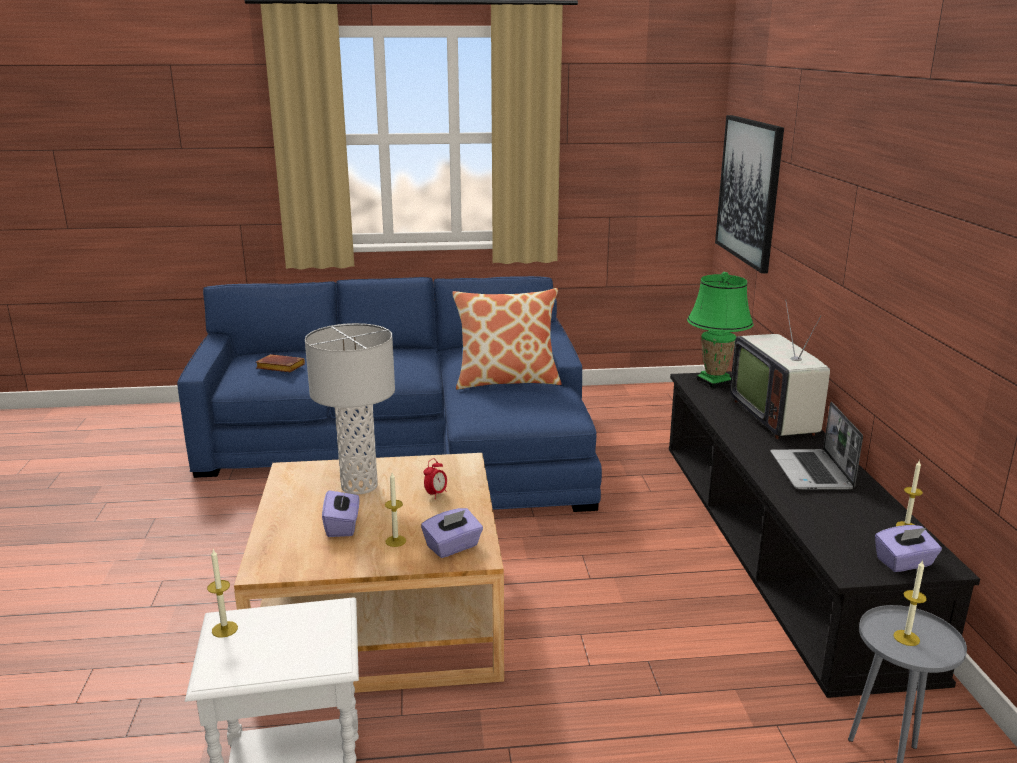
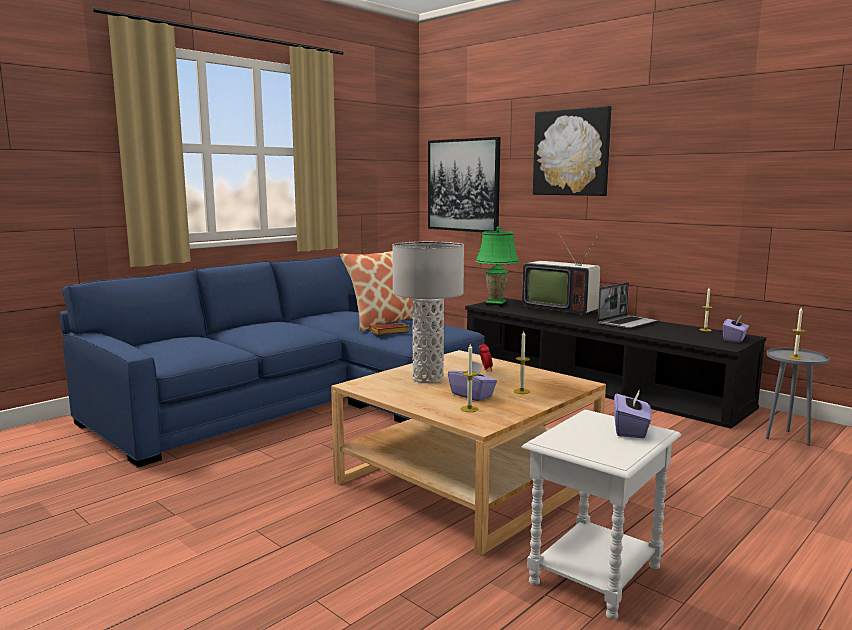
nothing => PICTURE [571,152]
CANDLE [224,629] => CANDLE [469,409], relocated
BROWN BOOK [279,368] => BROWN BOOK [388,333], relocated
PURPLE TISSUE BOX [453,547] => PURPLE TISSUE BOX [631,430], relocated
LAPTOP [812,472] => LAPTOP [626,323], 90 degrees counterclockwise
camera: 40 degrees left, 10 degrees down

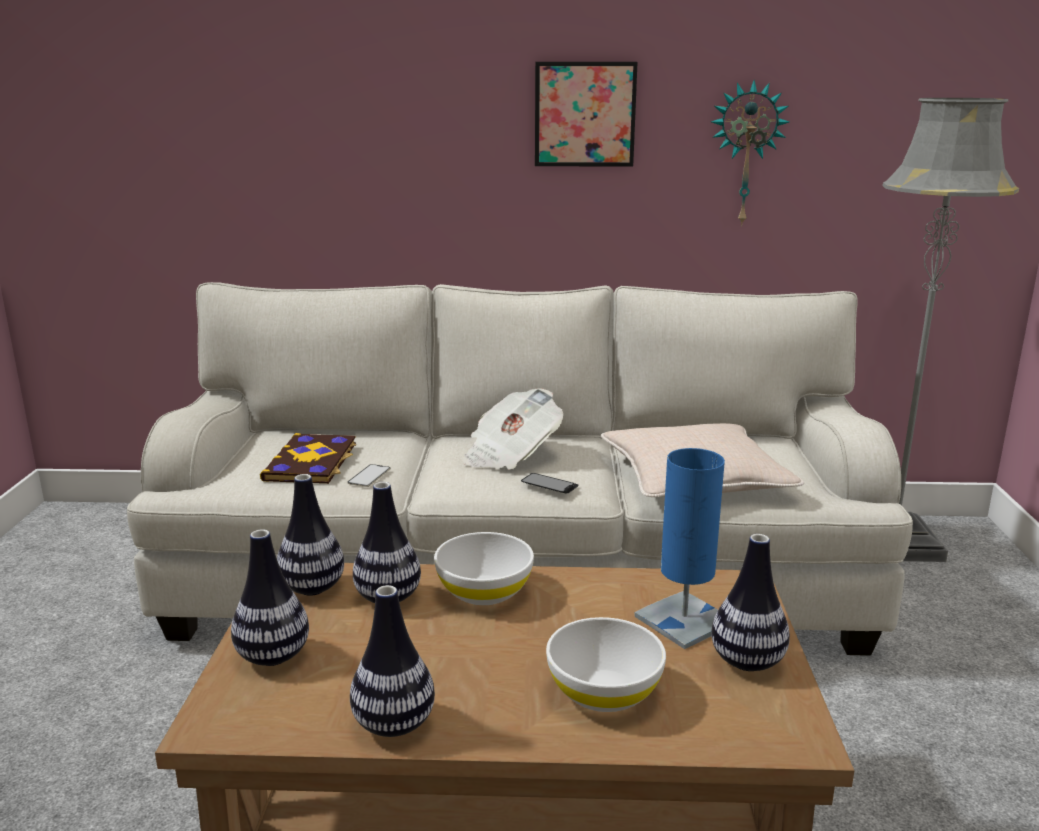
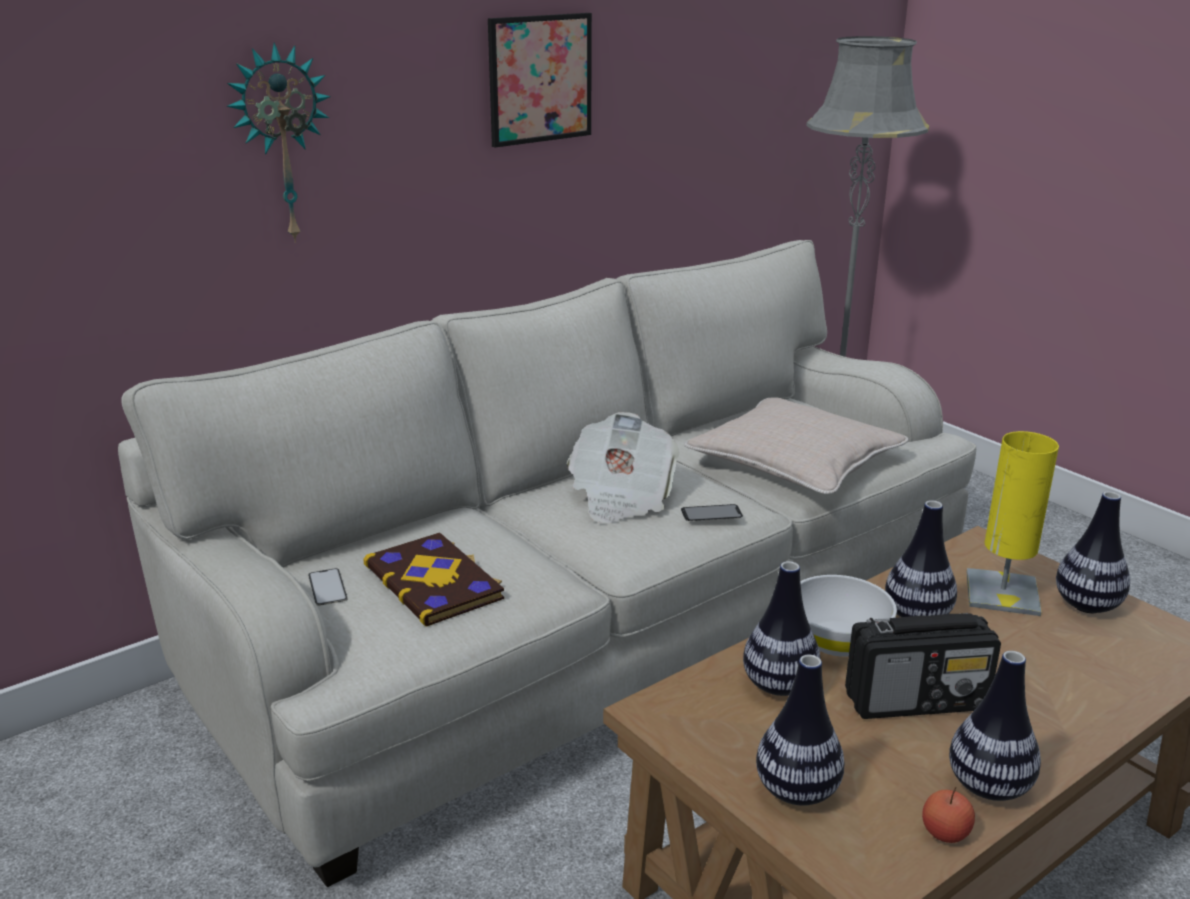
WHITE BOWL [604,692] => nothing
nothing => RADIO [917,701]
nothing => APPLE [945,833]
VASE [312,588] => VASE [916,616], relocated
PHONE [369,476] => PHONE [327,587], relocated
WALL CLOCK [746,154] => WALL CLOCK [281,144], relocated
BLUE TABLE LAMP [684,620] => YELLOW TABLE LAMP [1002,593]
camera: 40 degrees left, 5 degrees up

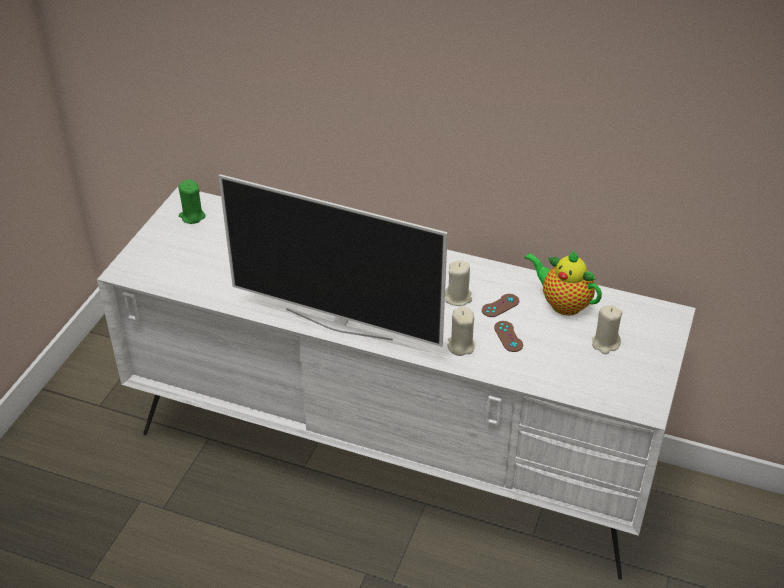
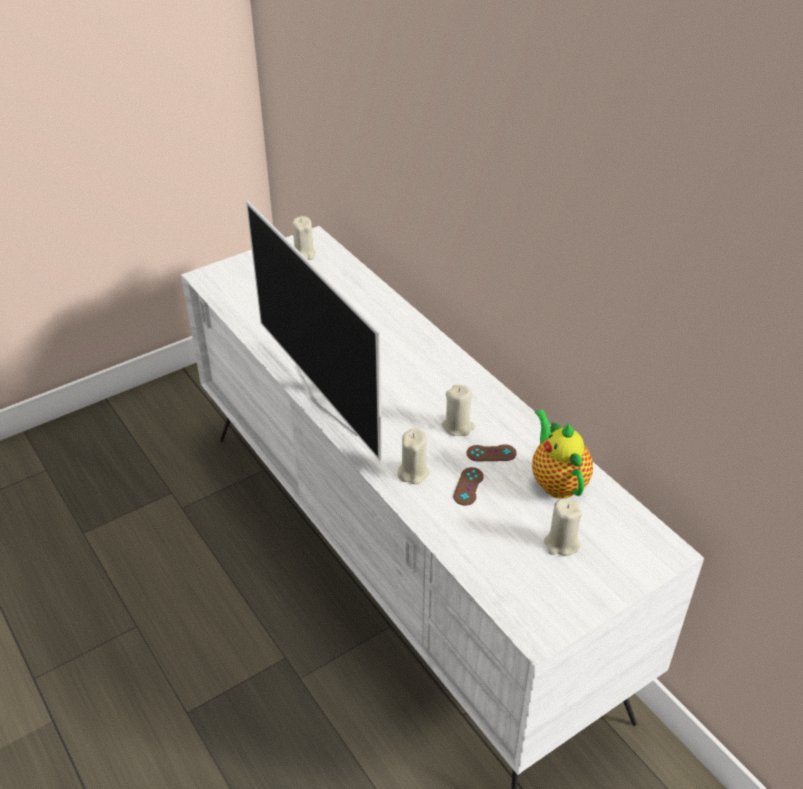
GREEN CANDLE [192,216] => BEIGE CANDLE [303,254]
camera: 35 degrees right, 0 degrees up

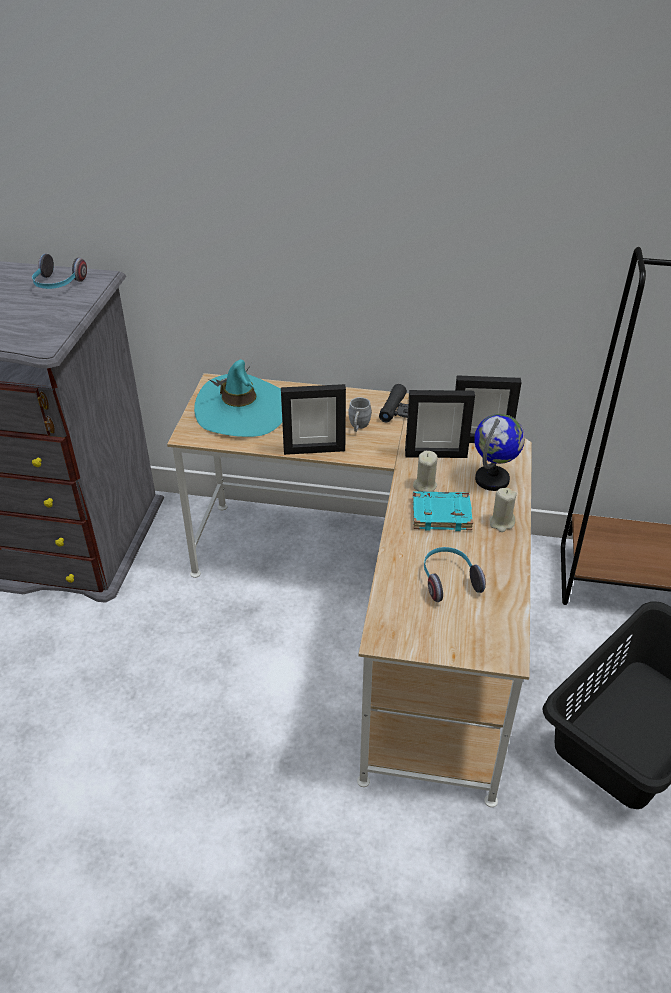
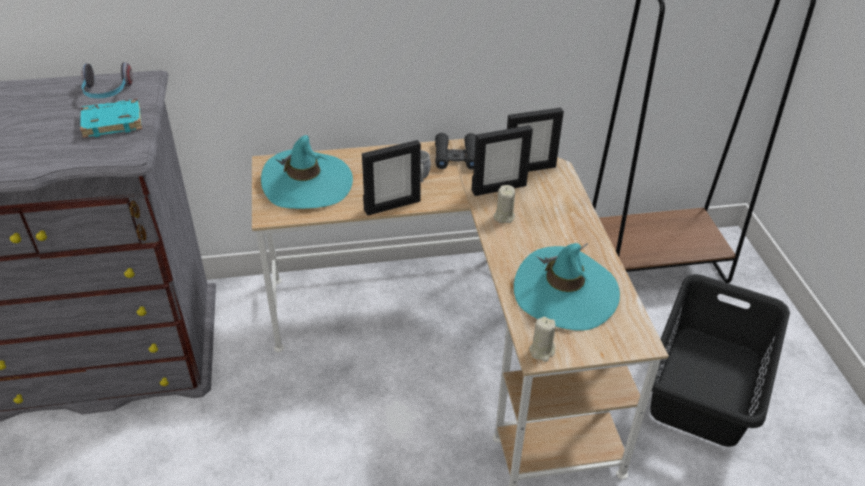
GLOBE [492,479] => nothing
TURQUOISE BOOK [442,514] => TURQUOISE BOOK [113,122], relocated
BEIGE CANDLE [501,523] => BEIGE CANDLE [542,351], relocated
HEADPHONES [448,580] => TURQUOISE HAT [565,293]
camera: 20 degrees left, 0 degrees up

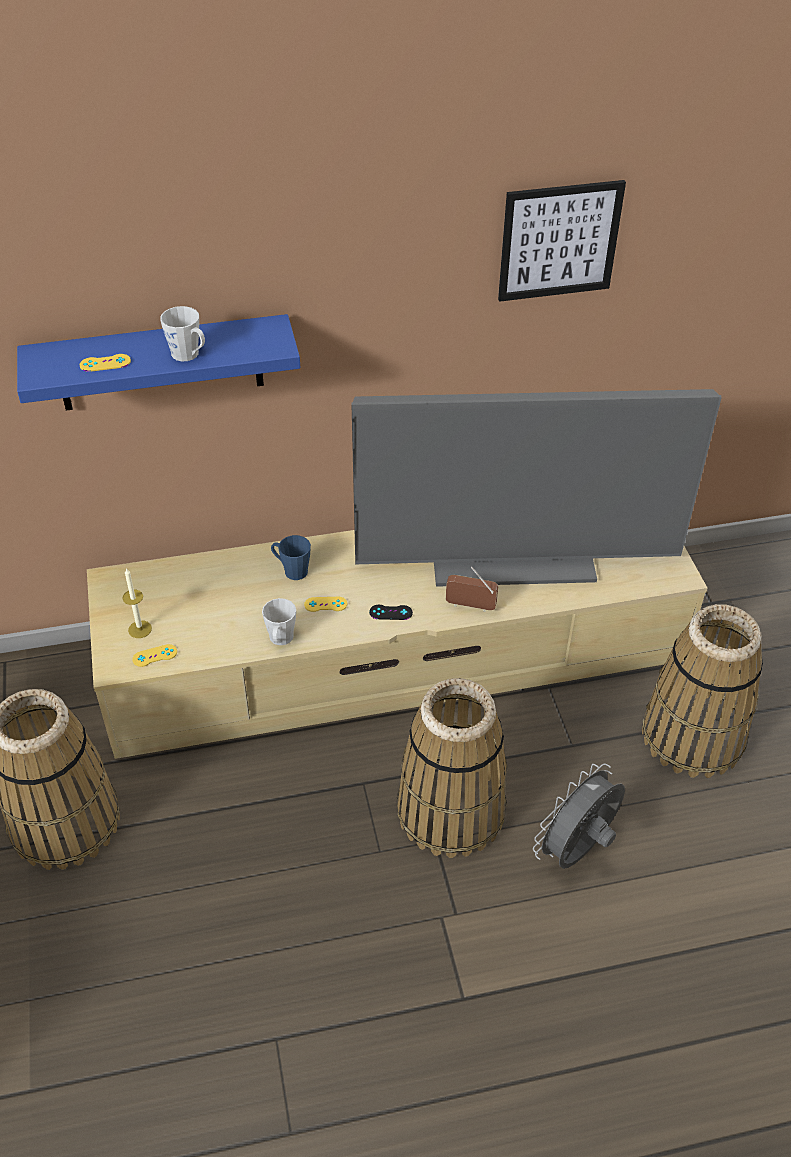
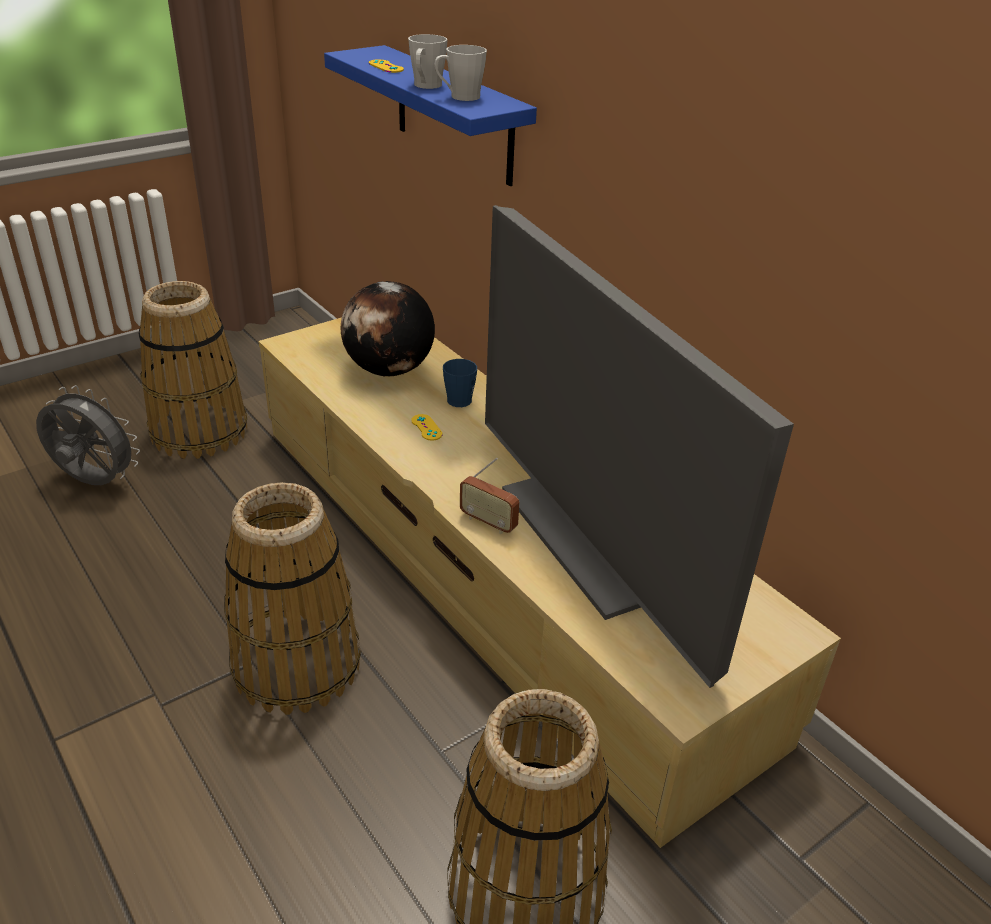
CANDLE [140,629] => nothing
YELLOW GAME CONTROLLER [155,655] => nothing
BLACK GAME CONTROLLER [390,612] => nothing
PICTURE [559,241] => nothing
nothing => GLOBE [389,370]
GREY MUG [280,640] => GREY MUG [459,97], relocated
GREY FAN [577,851] => GREY FAN [94,483], relocated
RADIO [470,606] => RADIO [488,522], 135 degrees clockwise
camera: 65 degrees right, 10 degrees down

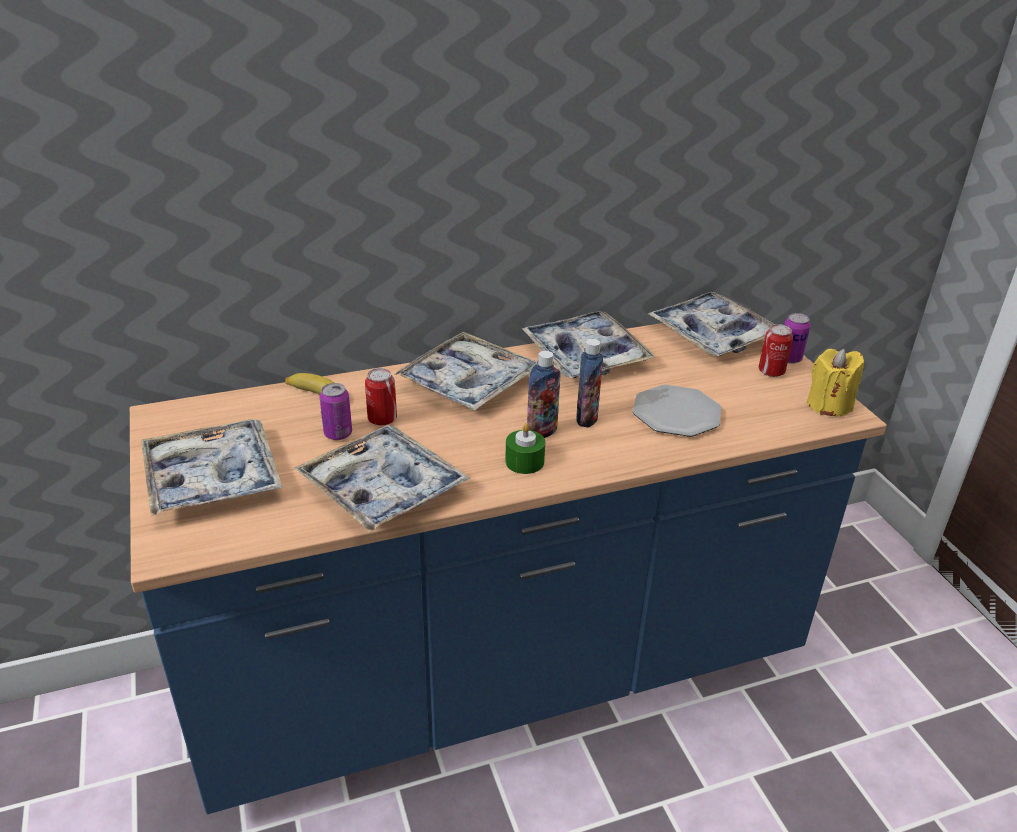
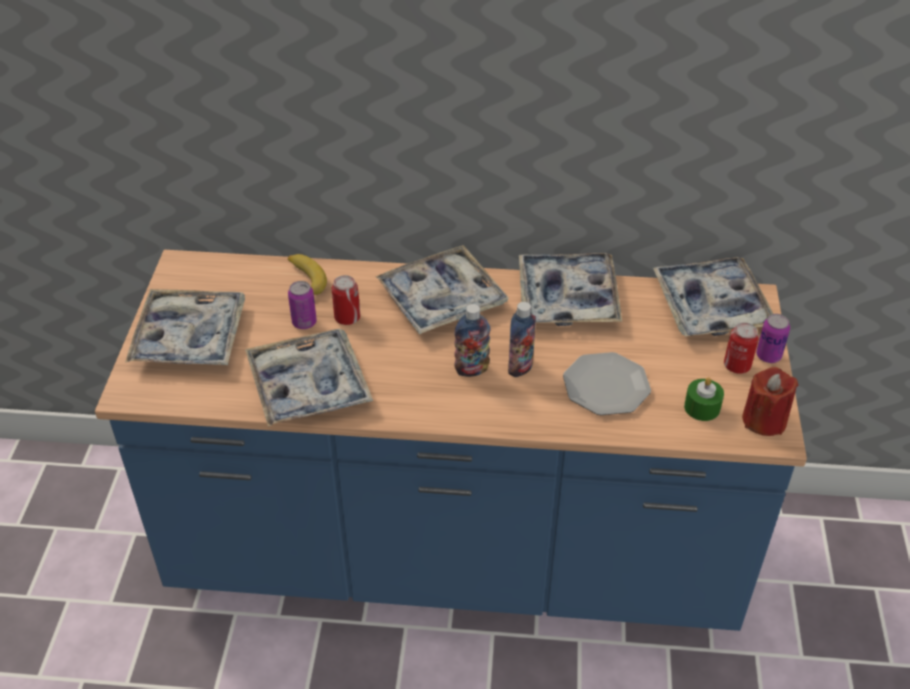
GREEN CANDLE [524,462] => GREEN CANDLE [702,407], relocated
YELLOW CANDLE [829,405] => RED CANDLE [764,420]
camera: 25 degrees right, 10 degrees up

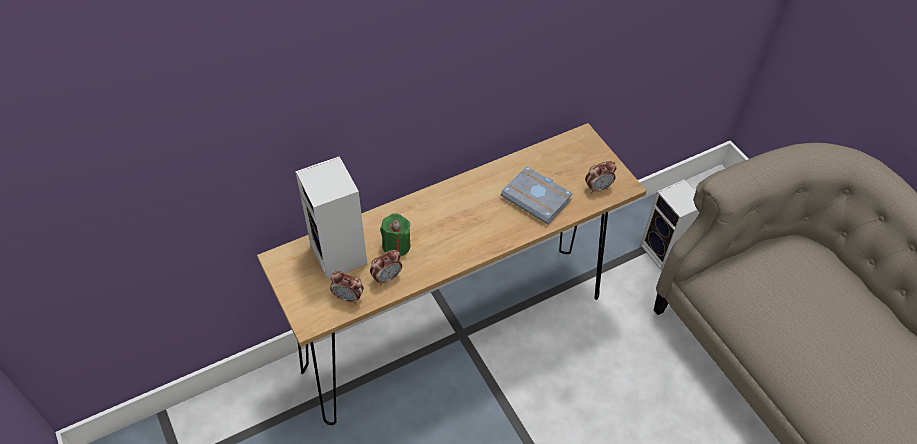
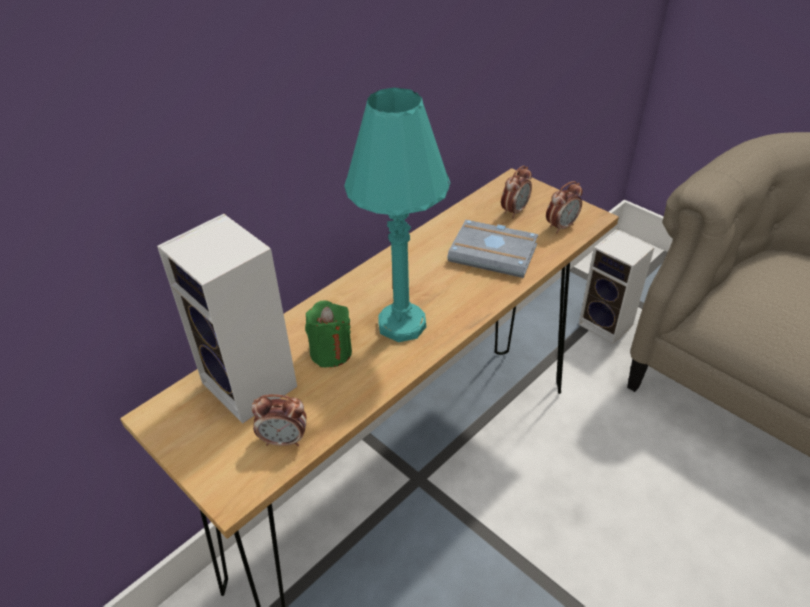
nothing => TURQUOISE TABLE LAMP [401,324]
ALARM CLOCK [387,278] => ALARM CLOCK [514,211], relocated
camera: 15 degrees left, 10 degrees down

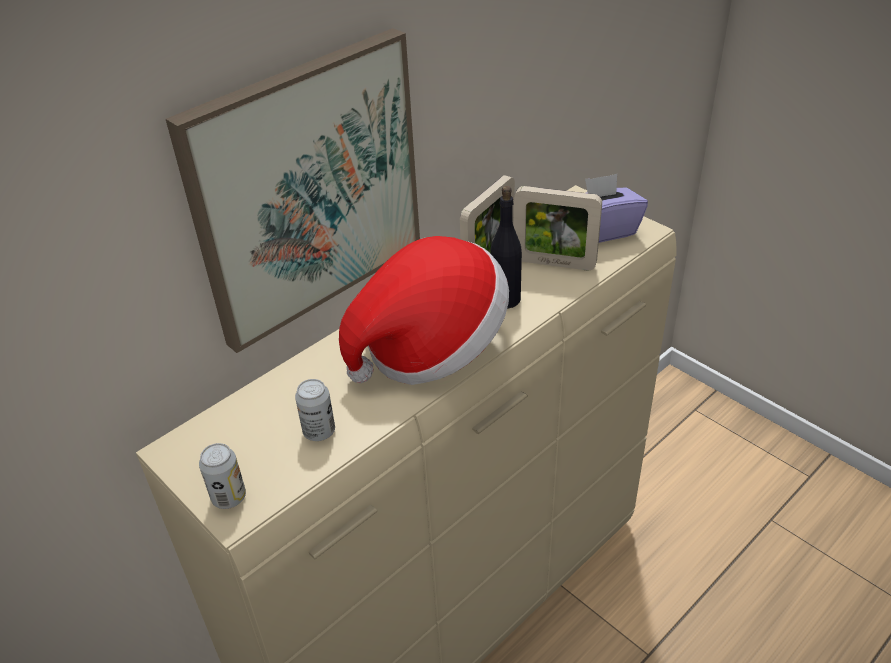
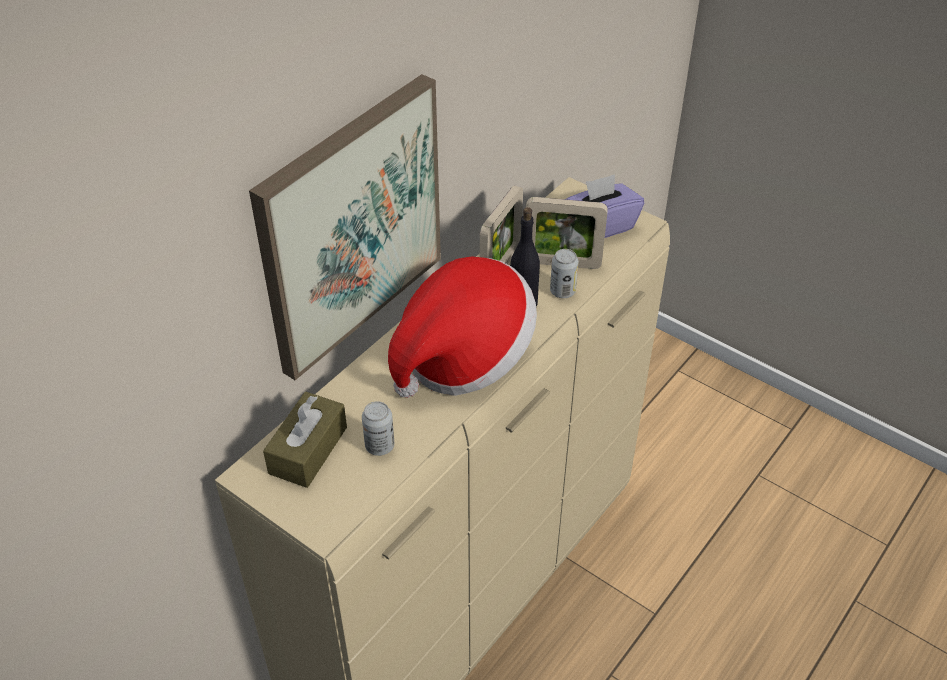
nothing => BROWN TISSUE BOX [308,450]
CAN [229,497] => CAN [562,291], relocated
camera: 10 degrees left, 5 degrees up

